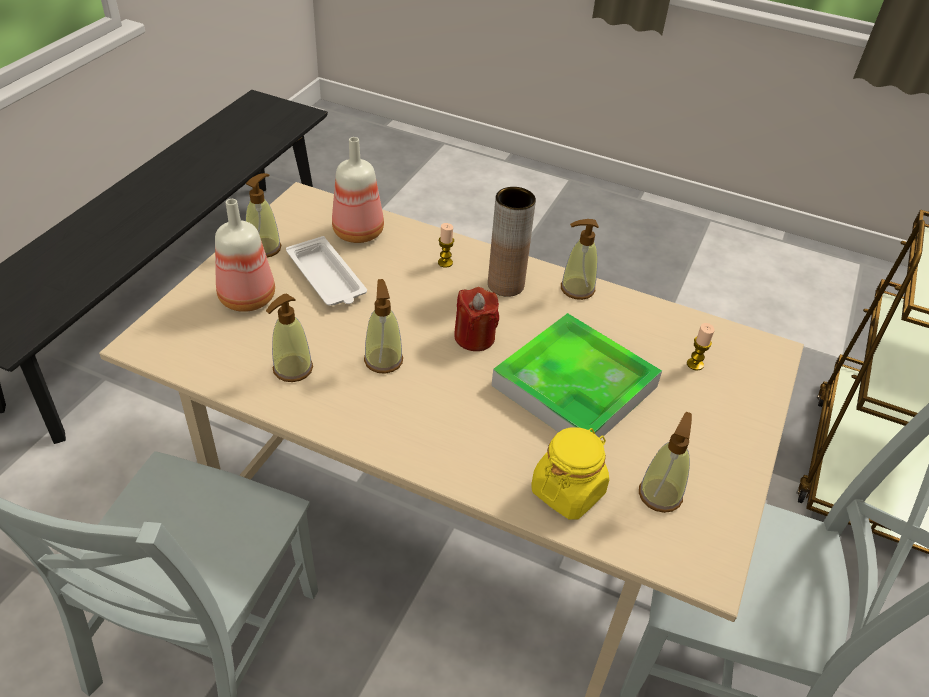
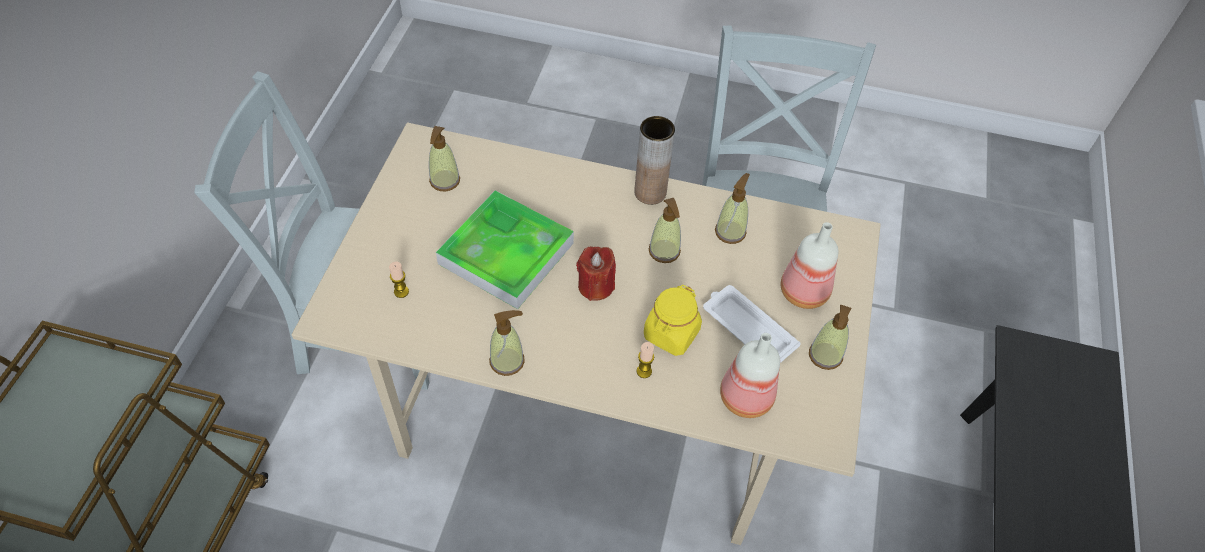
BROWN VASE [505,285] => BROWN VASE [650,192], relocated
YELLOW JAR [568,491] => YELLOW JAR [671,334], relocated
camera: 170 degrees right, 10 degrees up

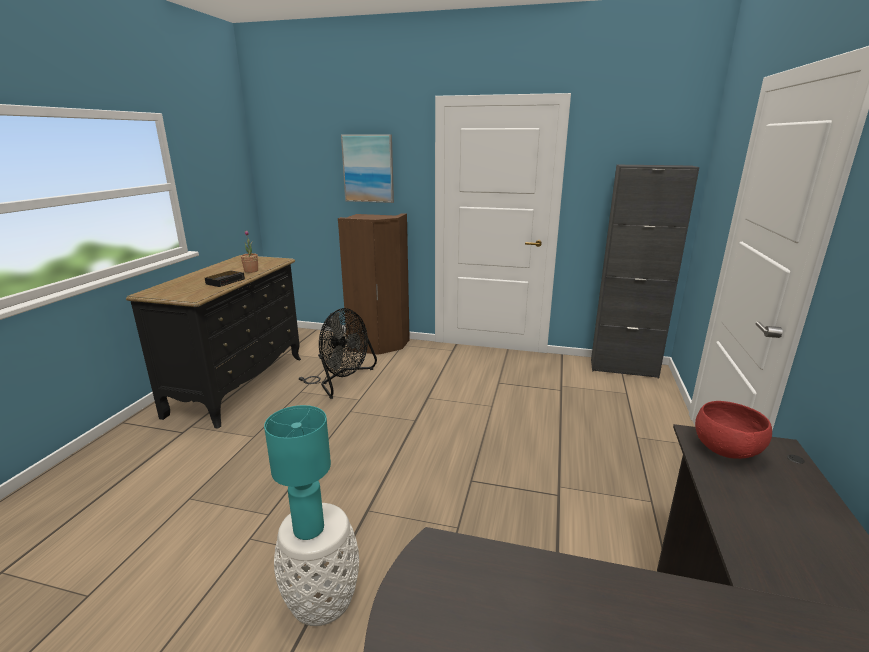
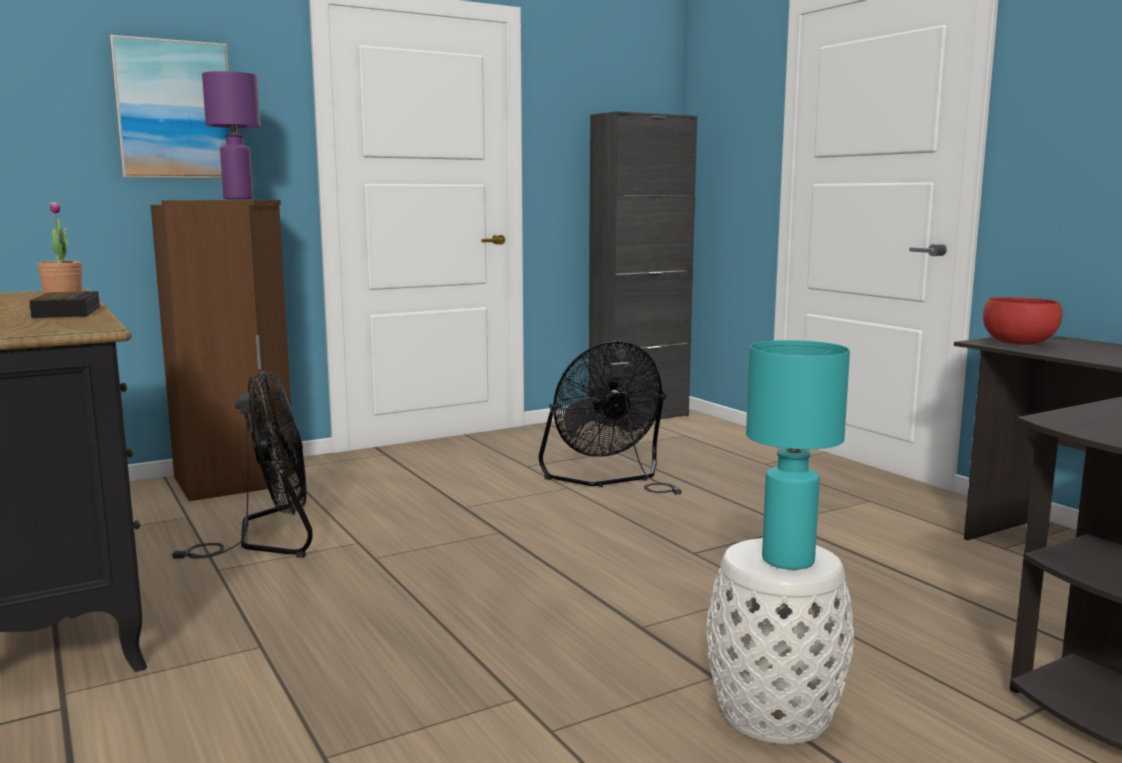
nothing => PURPLE TABLE LAMP [239,199]
nothing => BLACK FAN [618,477]
camera: 45 degrees left, 10 degrees down

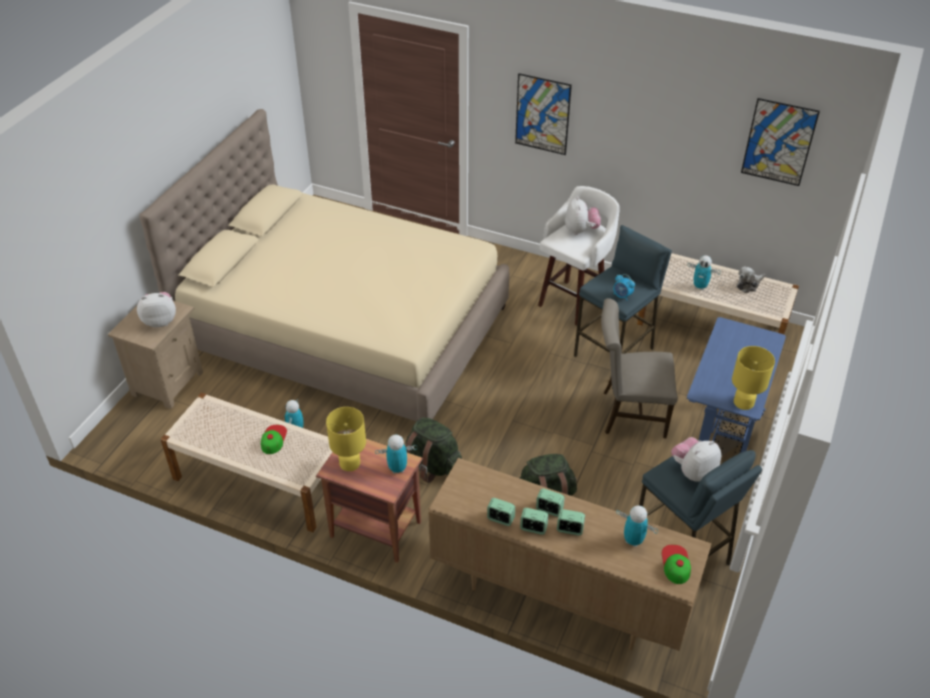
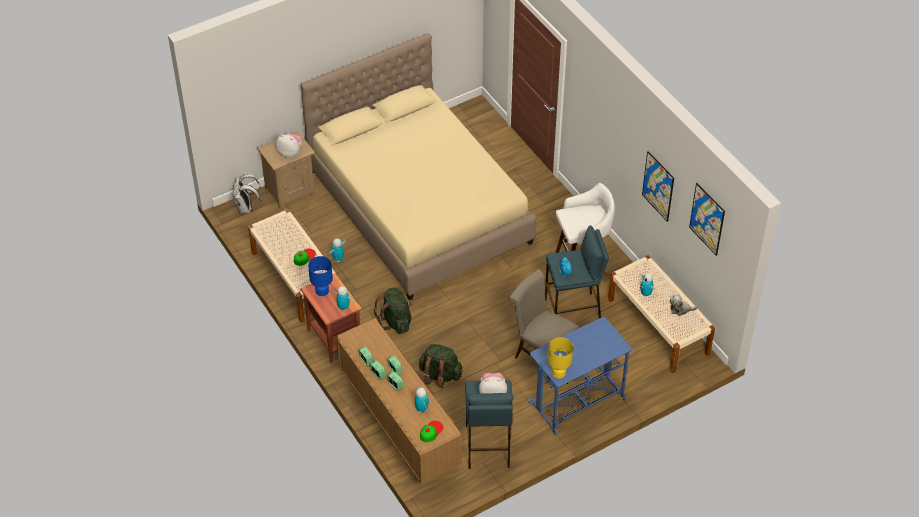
PLUSH TOY [580,230] => nothing
nothing => WHITE BACKPACK [246,208]
PICTURE [542,114] => PICTURE [658,186], relocated
YELLOW TABLE LAMP [349,463] => BLUE TABLE LAMP [322,291]
camera: 35 degrees right, 5 degrees up

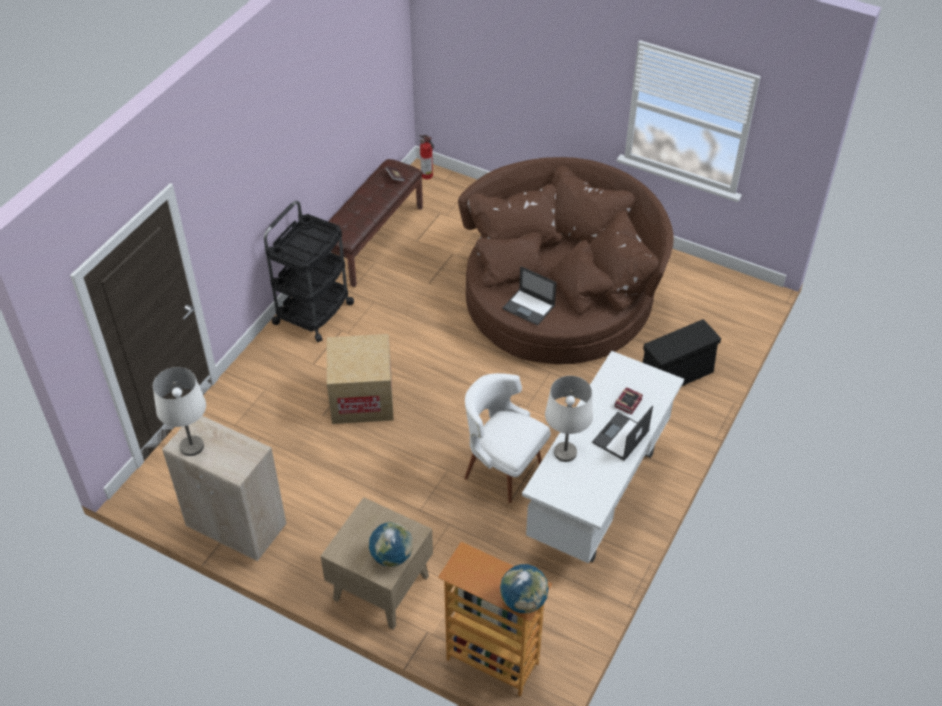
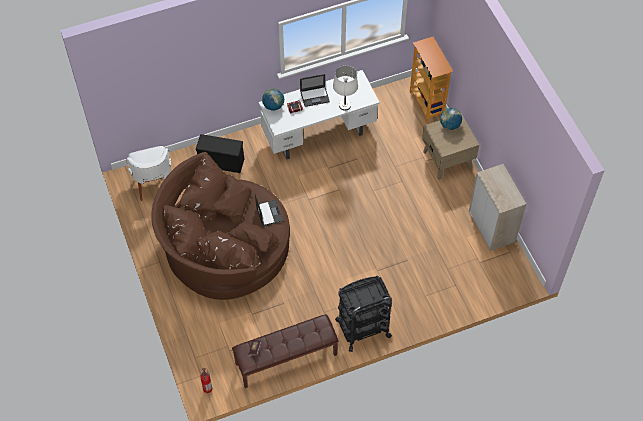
WHITE TABLE LAMP [192,446] => nothing
CARDBOARD BOX [362,398] => nothing
WHITE CHAIR [503,471] => WHITE CHAIR [154,184], relocated
GLOBE [523,601] => GLOBE [273,106], relocated
camera: 140 degrees left, 10 degrees up

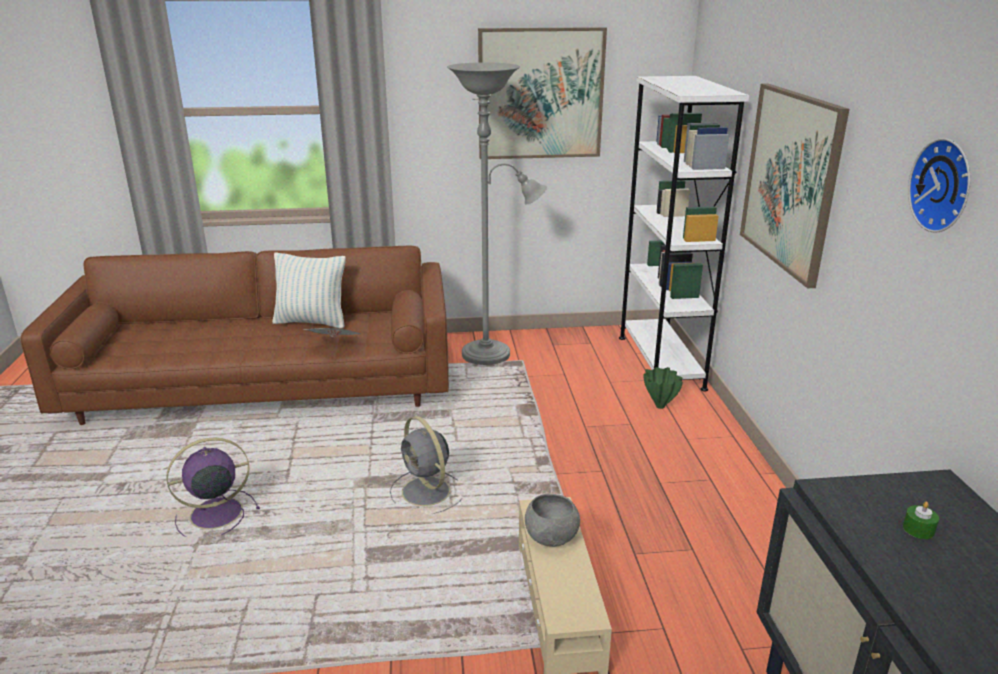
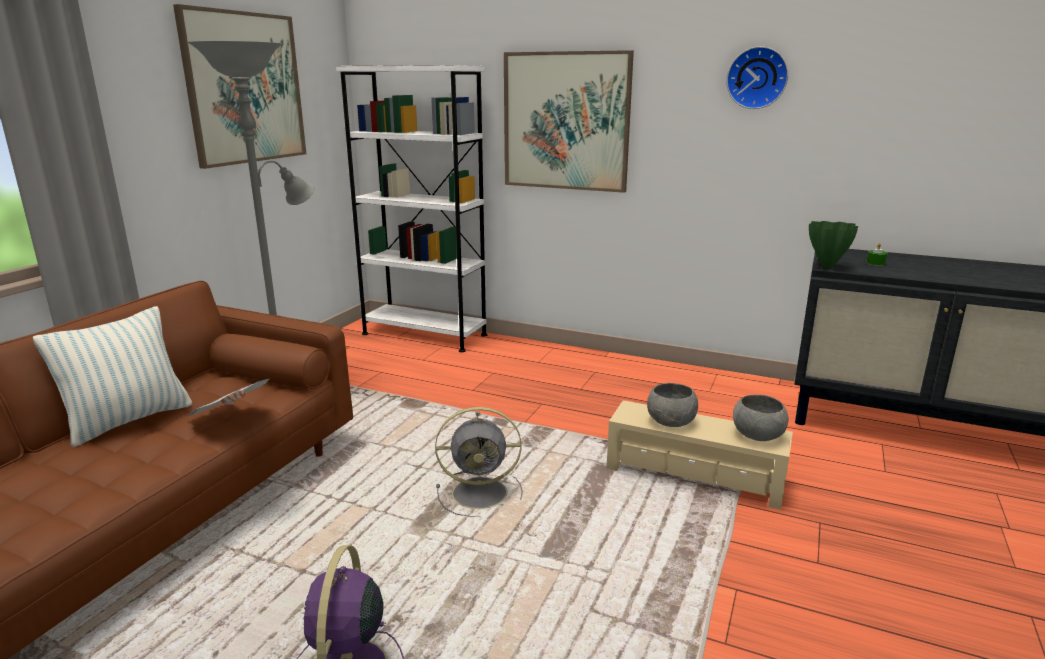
nothing => GREY BOWL [757,435]
GREEN VASE [659,406] => GREEN VASE [826,267], relocated
camera: 60 degrees left, 5 degrees down

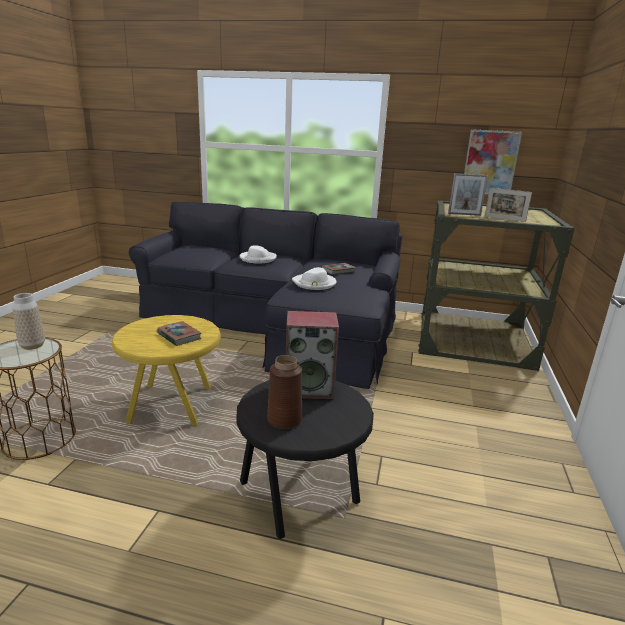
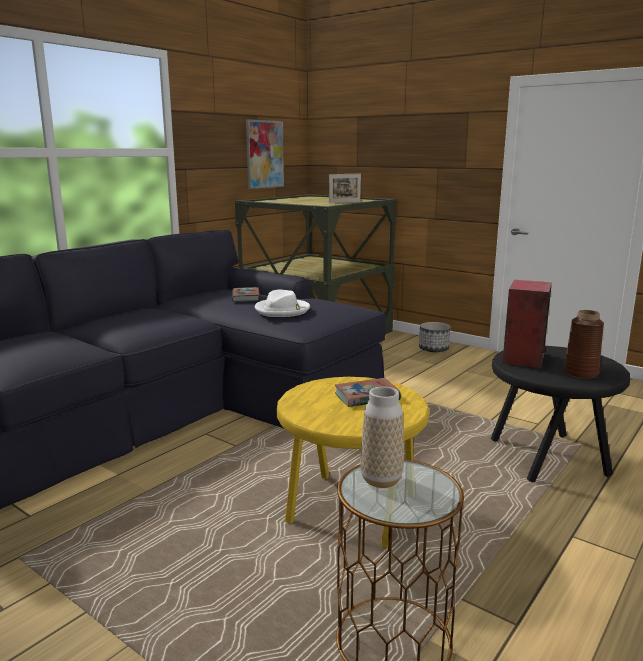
WHITE HAT [258,259] => nothing
PICTURE FRAME [464,214] => nothing
nothing => PLANTER [433,349]
camera: 65 degrees left, 5 degrees down

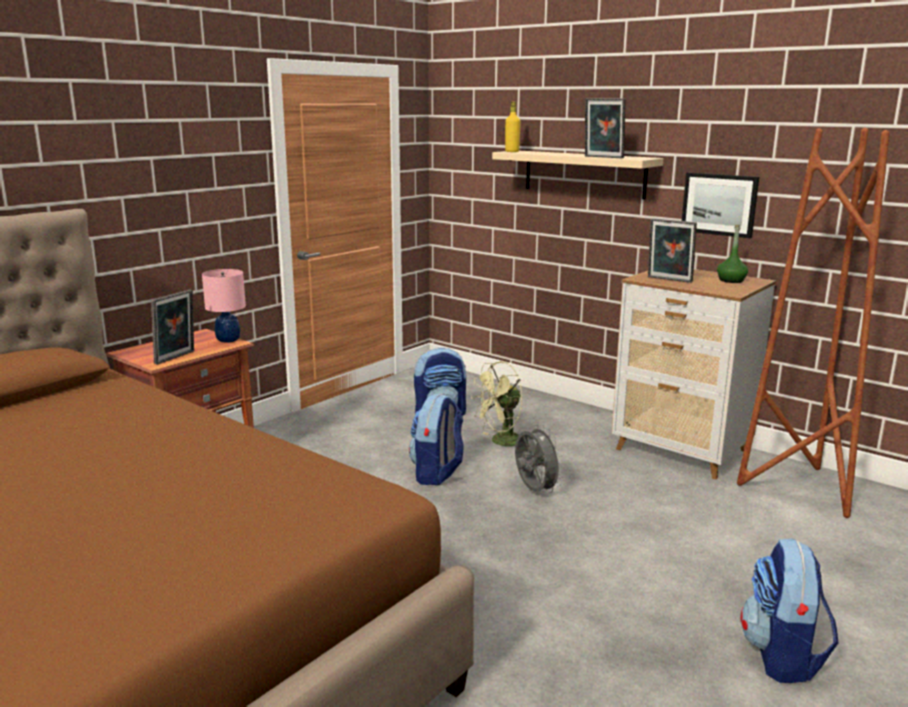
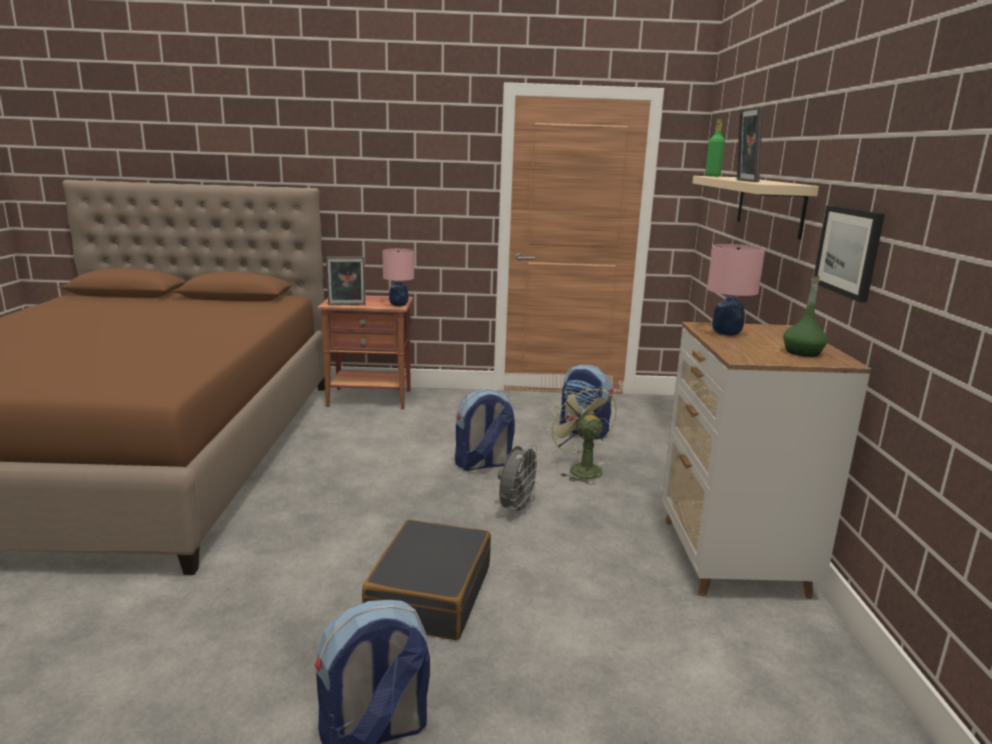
BROWN CLOTHES RACK [800,490] => nothing
nothing => BLACK SUITCASE [429,594]
PICTURE FRAME [668,280] => PINK TABLE LAMP [727,333]
YELLOW BOTTLE [512,151] => GREEN BOTTLE [712,176]
GREEN FAN [501,442] => GREEN FAN [580,469], 45 degrees clockwise
camera: 50 degrees right, 0 degrees up

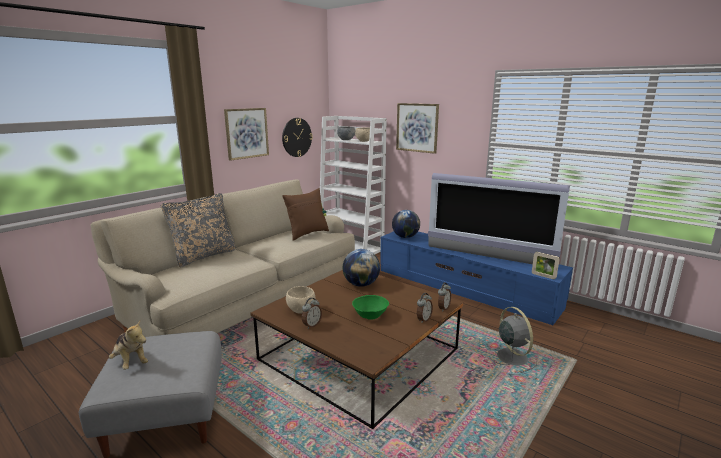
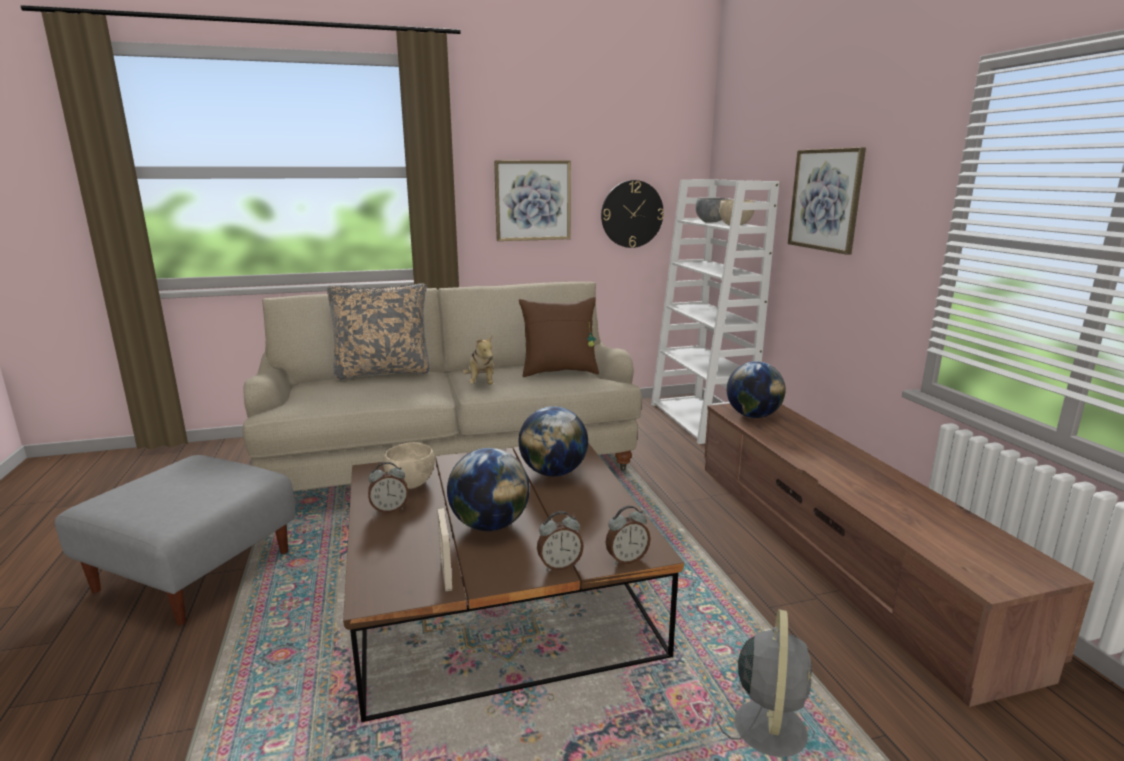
TELEVISION [488,257] => nothing
PLUSH TOY [131,362] => PLUSH TOY [481,384], relocated
PICTURE FRAME [543,276] => PICTURE FRAME [446,575], relocated
GREEN BOWL [370,315] => GLOBE [489,525]
BLUE TV STAND [465,287] => BROWN TV STAND [839,548]
camera: 35 degrees right, 0 degrees up

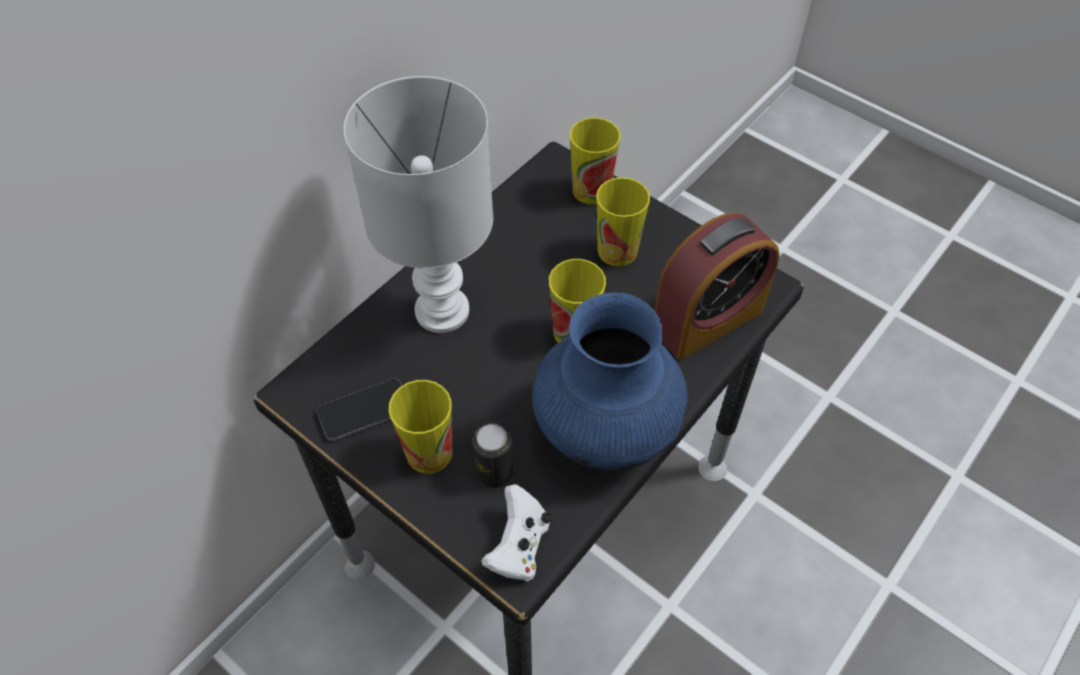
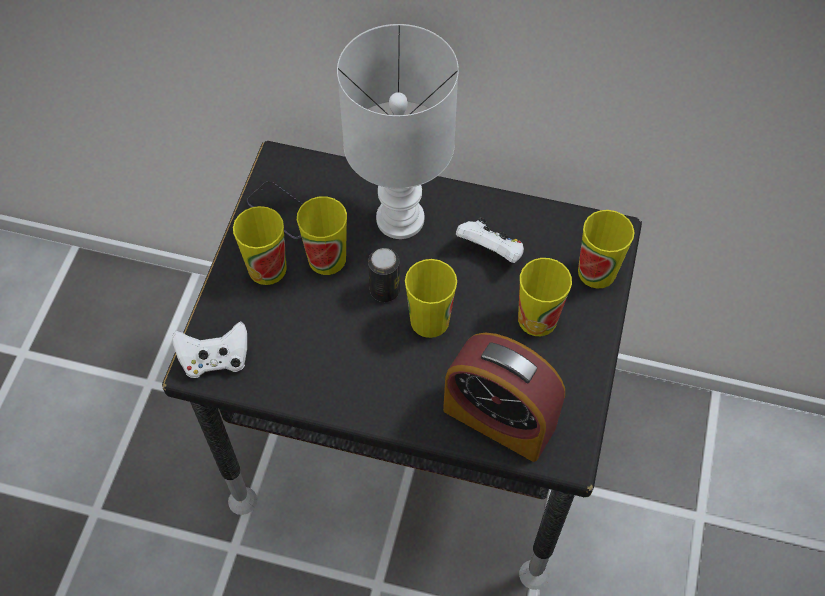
BLUE VASE [606,431] => nothing
nothing => CUP [327,258]
nothing => WHITE GAME CONTROLLER [491,251]
CAN [494,472] => CAN [385,290], relocated
camera: 65 degrees right, 5 degrees up

